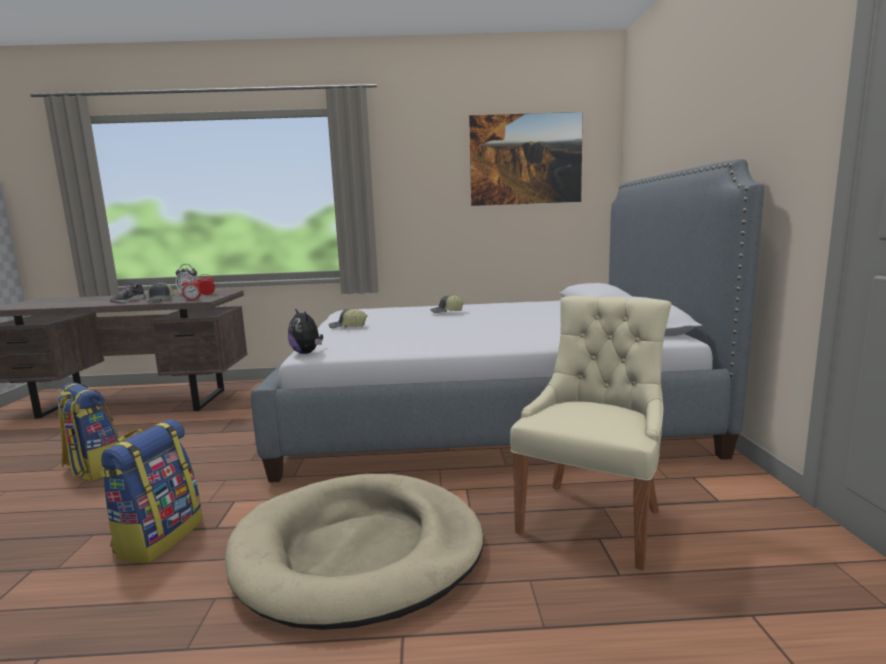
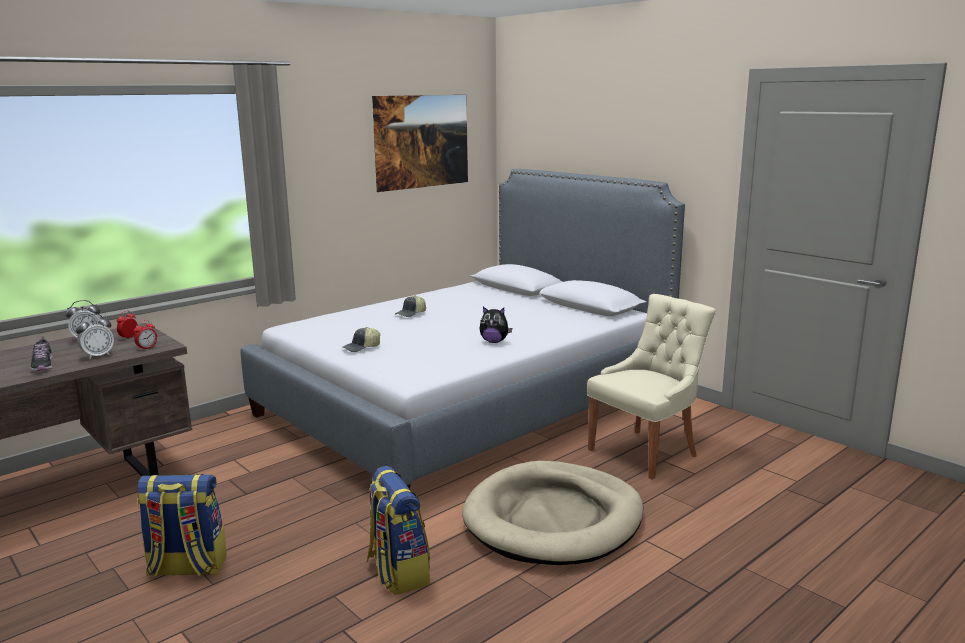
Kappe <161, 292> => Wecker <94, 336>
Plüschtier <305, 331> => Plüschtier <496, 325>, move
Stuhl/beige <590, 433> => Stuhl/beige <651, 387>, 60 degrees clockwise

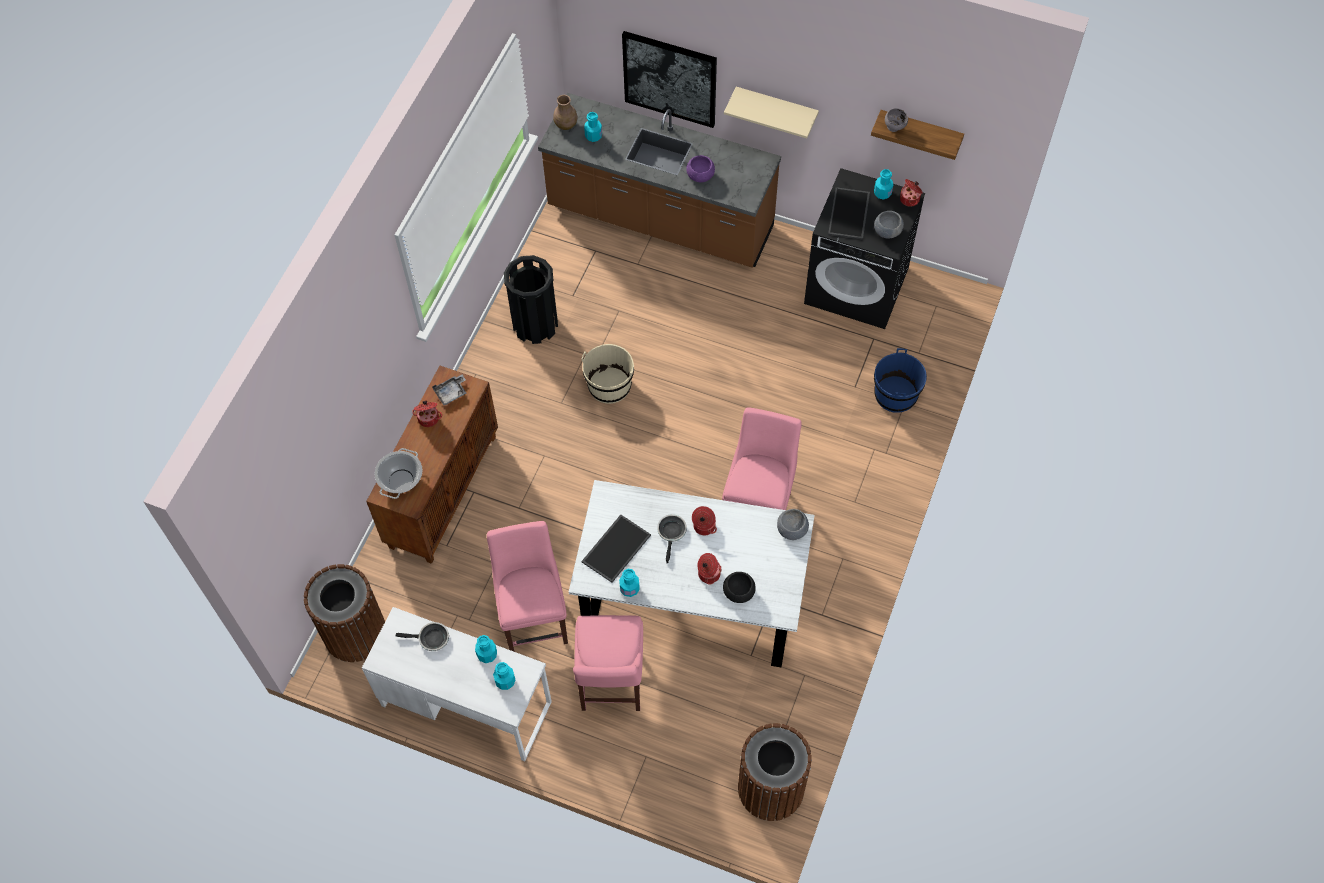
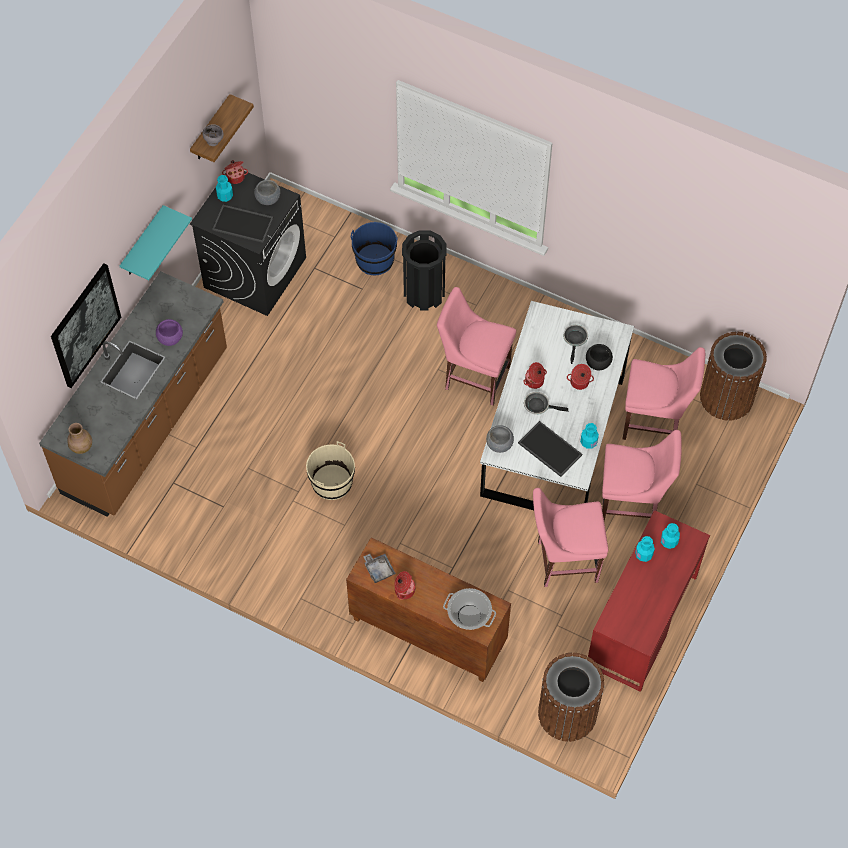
Schreibtisch/weiß <457, 684> => Schreibtisch/rot <649, 601>
Pfanne <422, 636> => Pfanne <575, 344>, move
Mülleimer/schwarz <531, 299> => Mülleimer/schwarz <424, 271>, move
Flasche/türkis <593, 127> => nothing
Wandregal/beige <771, 112> => Wandregal/türkis <156, 242>
Schüssel/grau <793, 524> => Schüssel/grau <500, 439>, move
nothing => Stuhl/rosa <664, 393>

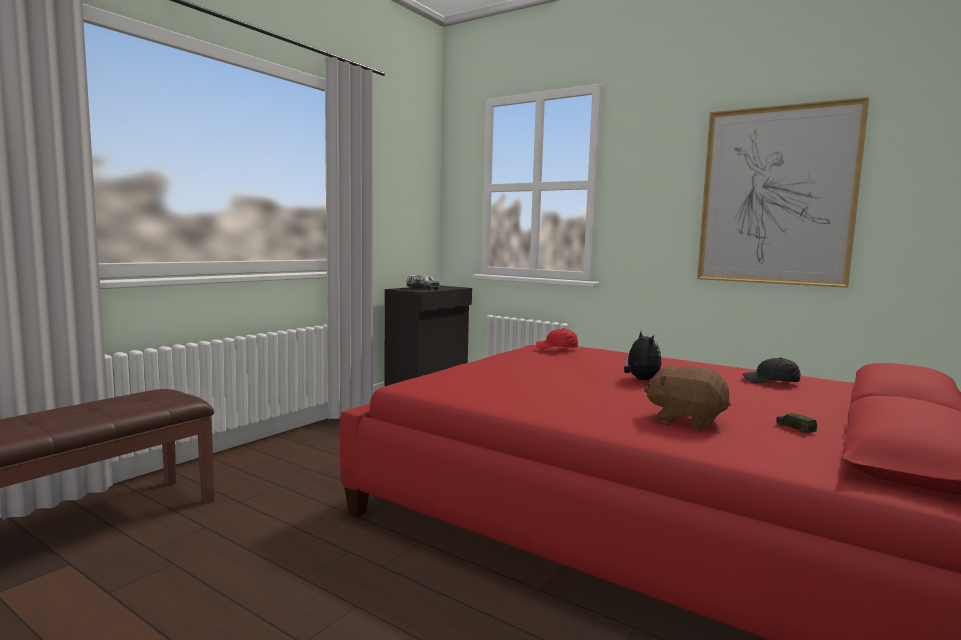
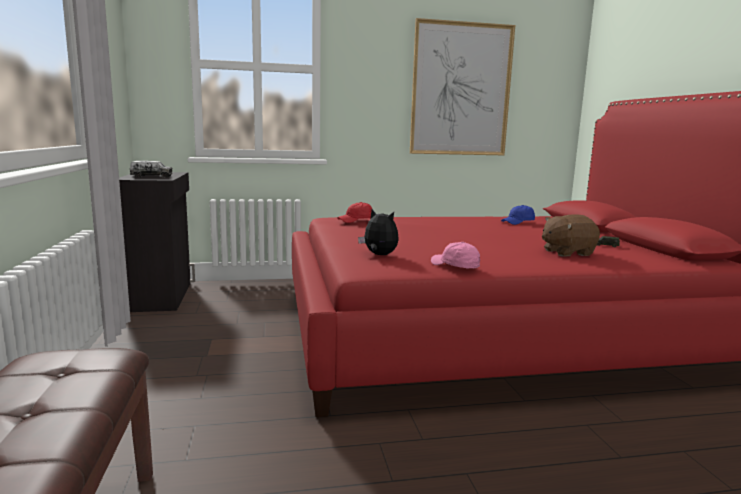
Plüschtier <642, 356> => Plüschtier <378, 232>, move
Kappe/schwarz <771, 370> => Kappe/blau <518, 215>
nothing => Kappe/rosa <455, 255>

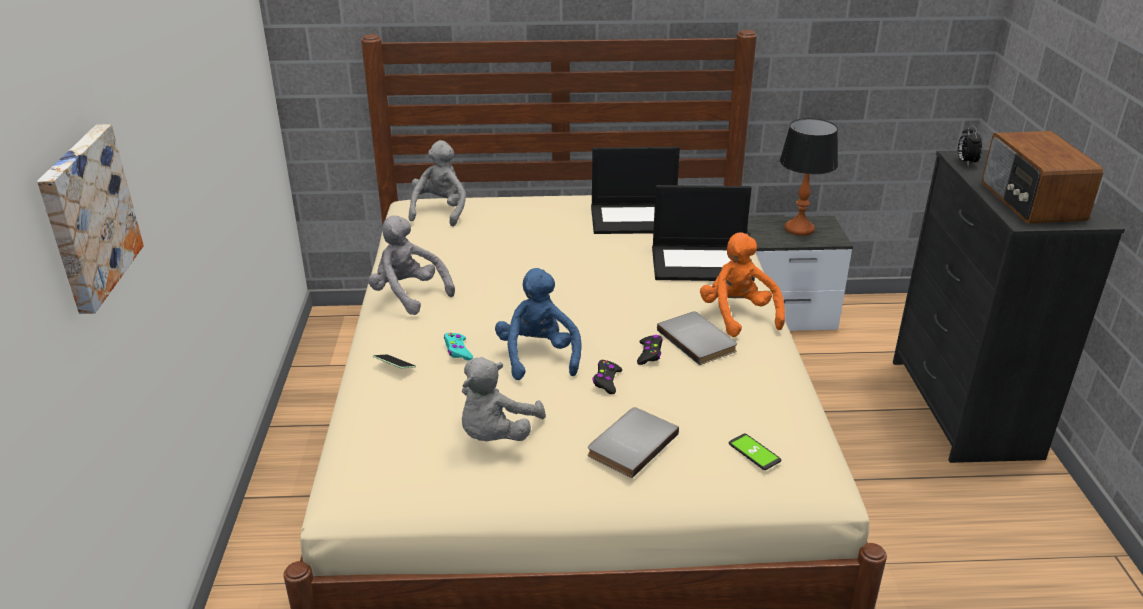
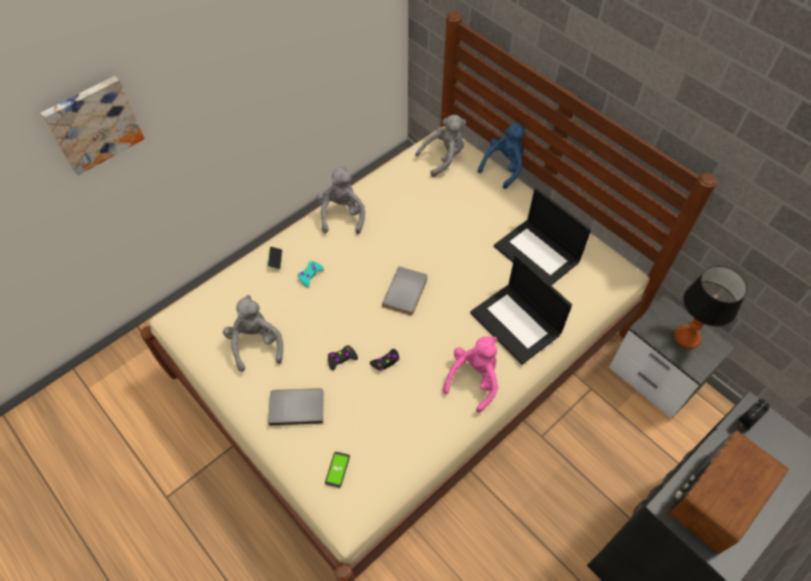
Plüschtier/grau <504, 399> => Plüschtier/grau <253, 333>, 90 degrees clockwise
Plüschtier/blau <538, 324> => Plüschtier/blau <502, 156>, move
Buch/grau <697, 338> => Buch/grau <404, 291>, move
Plüschtier/orange <742, 284> => Plüschtier/rosa <470, 374>

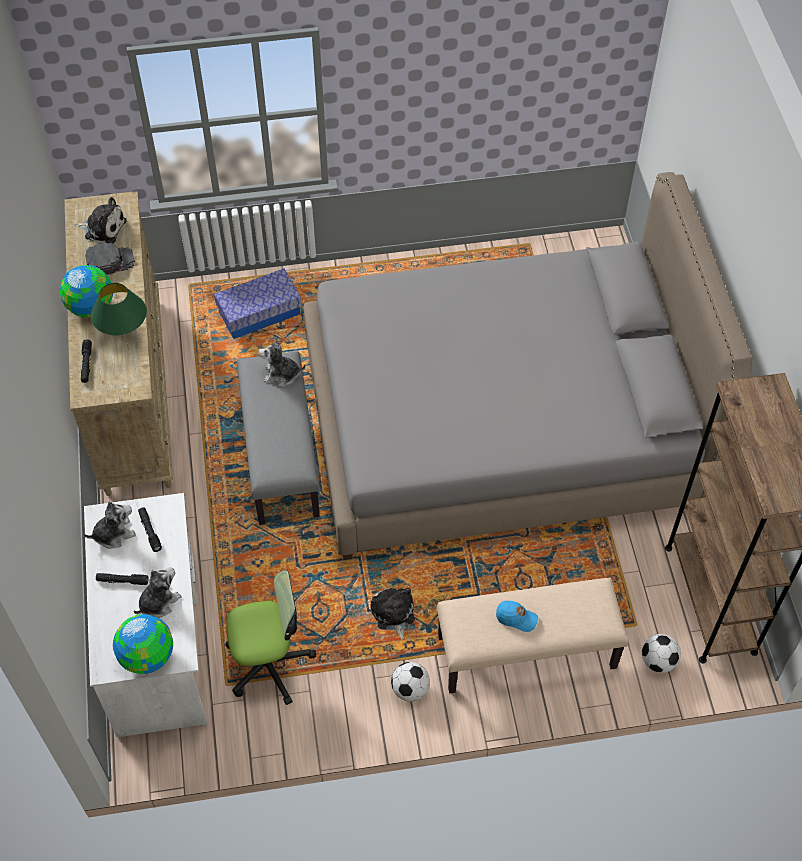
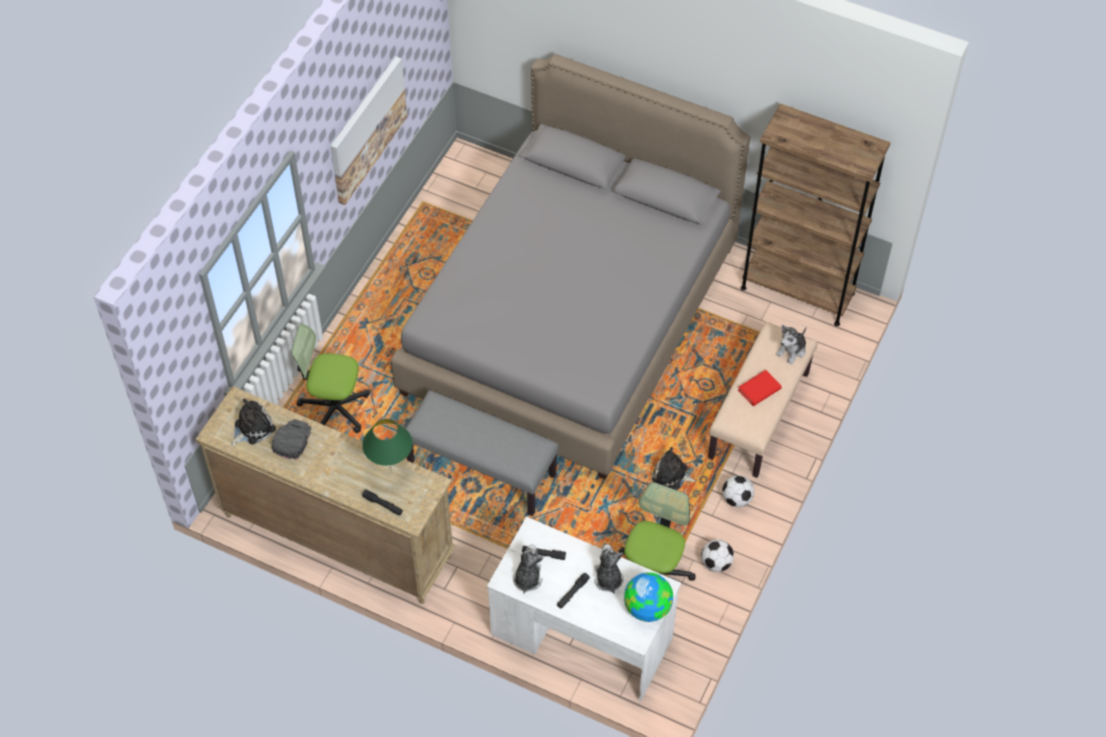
Globus <86, 291> => nothing
Aufbewahrungsbox <258, 304> => Bürostuhl <330, 378>
Plüschtier <282, 362> => Plüschtier <791, 344>, move
Kappe/blau <517, 616> => Buch/rot <760, 388>
Fußball <661, 653> => Fußball <717, 555>, move
nothing => Bild <368, 130>

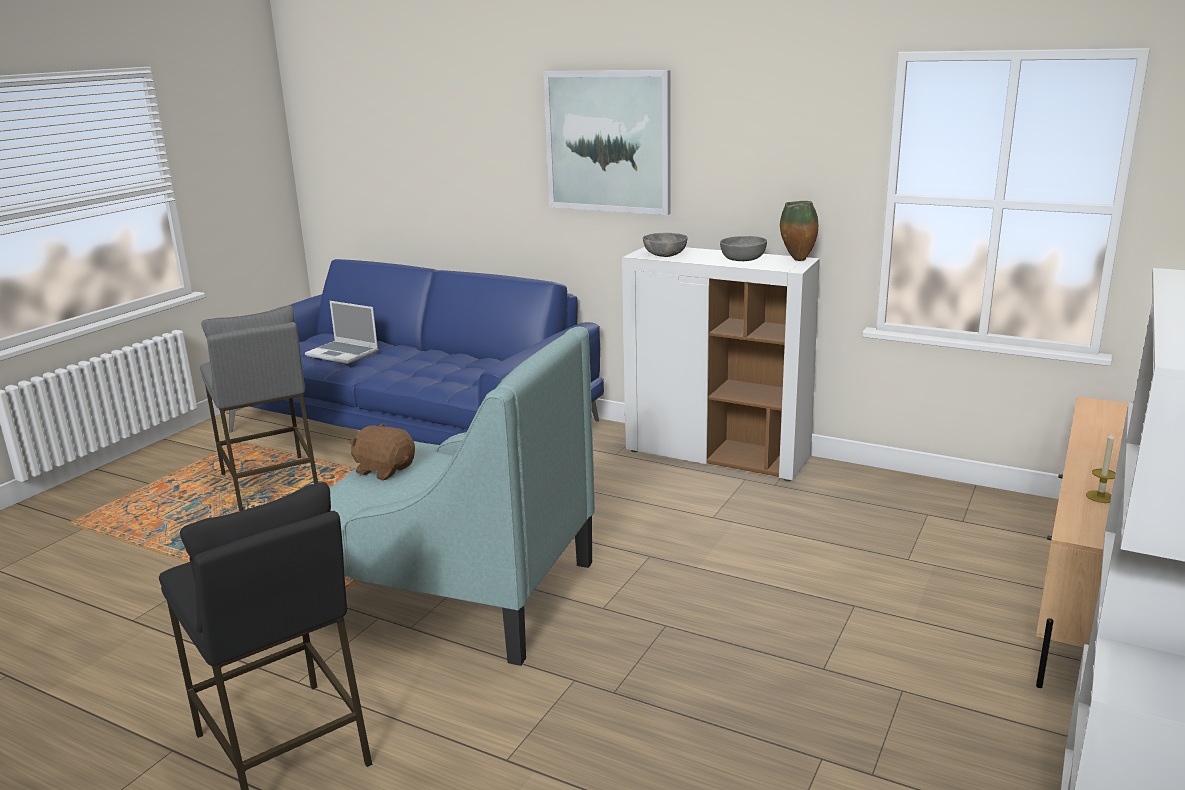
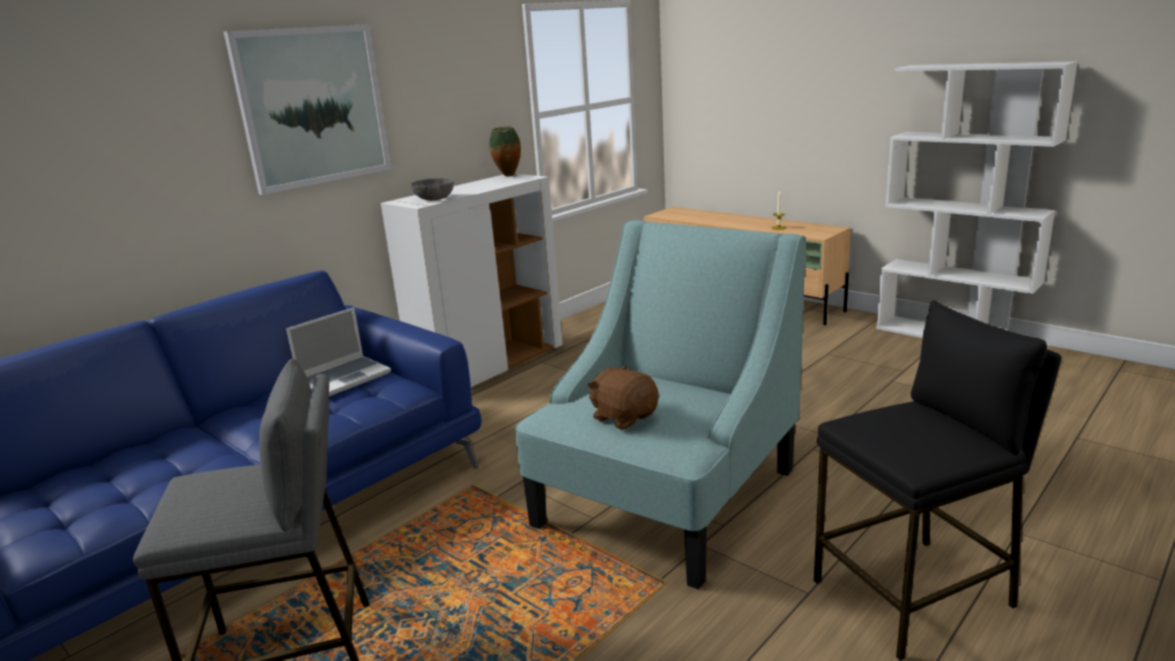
Laptop <341, 332> => Laptop <338, 351>, move
Plüschtier/braun <382, 452> => Plüschtier/braun <623, 397>, 90 degrees clockwise
Schüssel/grau <743, 248> => nothing

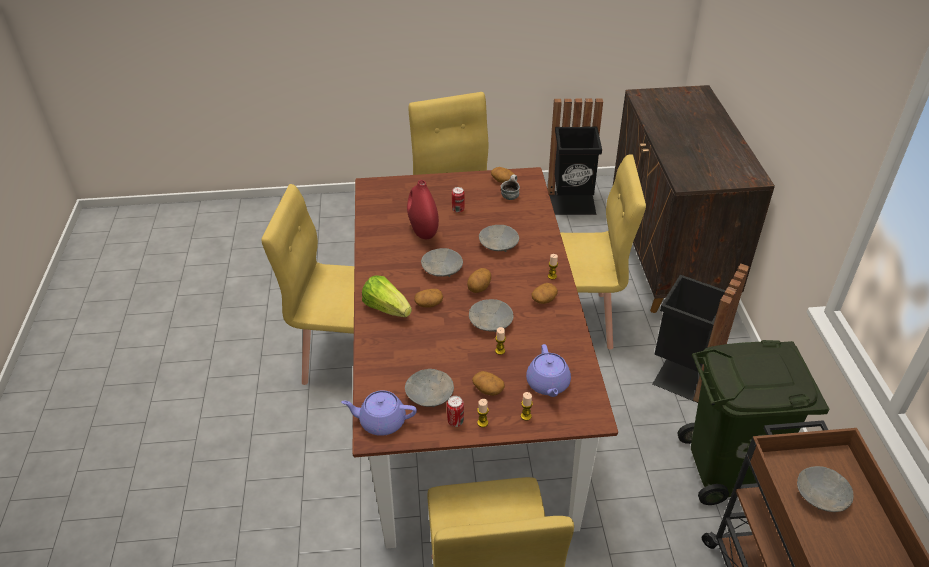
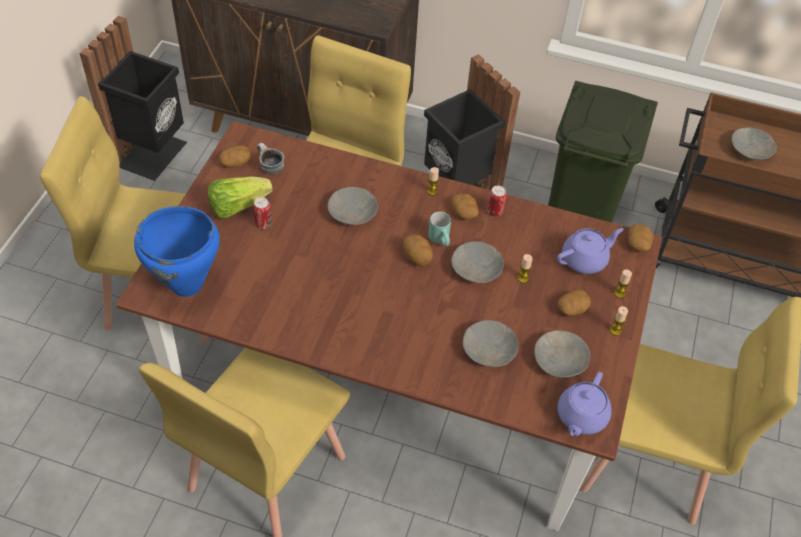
Salatkopf <387, 296> => Salatkopf <240, 197>, move
Vase/rot <423, 209> => nothing
Kartoffel <428, 298> => Kartoffel <640, 238>, move
Schüssel/grau <442, 262> => Schüssel/grau <490, 343>, move
Dose <455, 411> => Dose <497, 201>, move
Teekanne/lila <548, 370> => Teekanne/lila <590, 251>, 45 degrees counterclockwise
nothing => Kochtopf/blau <177, 251>
nothing => Henkelbecher/türkis <439, 229>

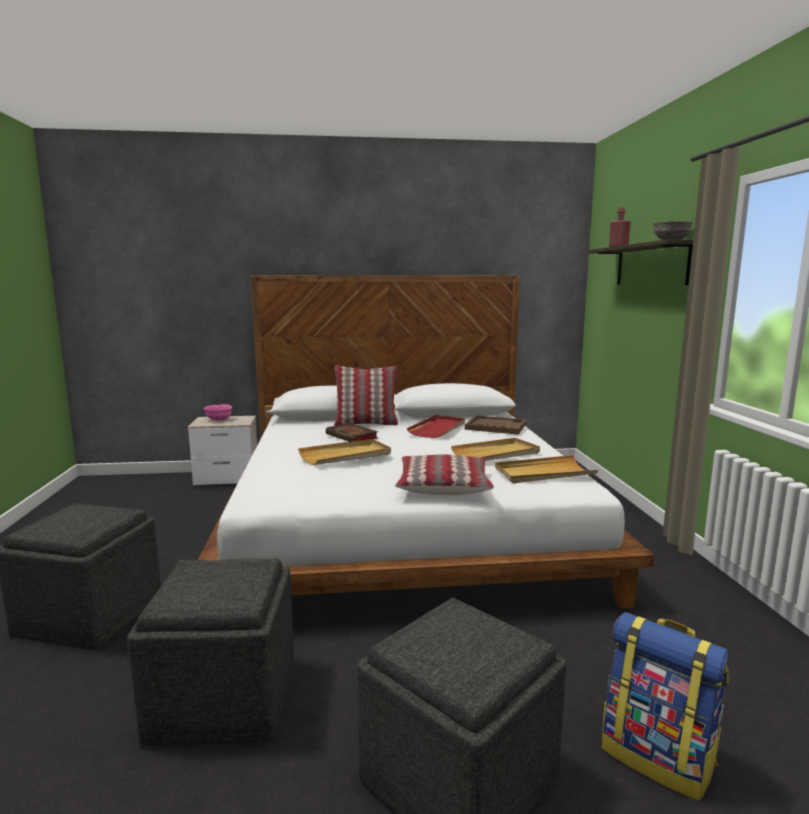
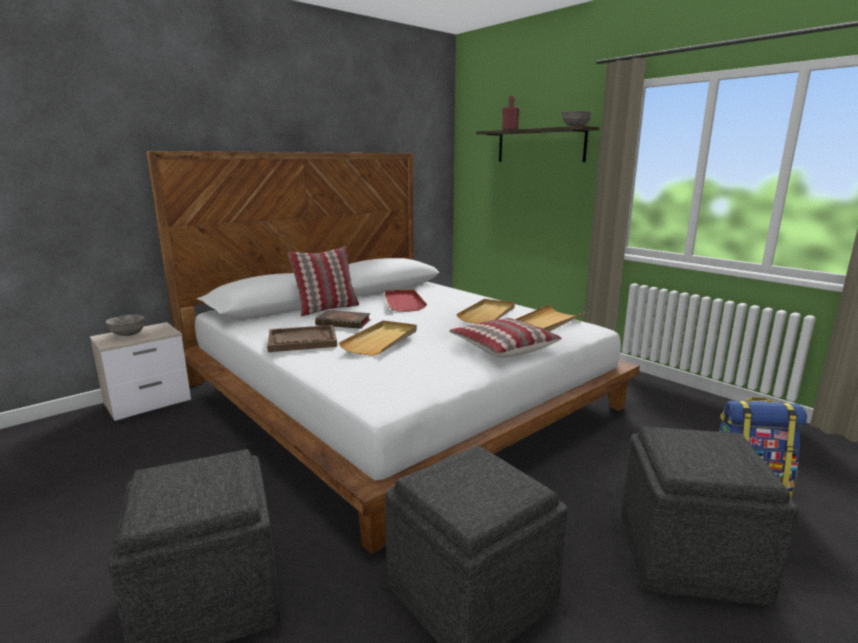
Schüssel/rosa <218, 412> => Schüssel/grau <125, 325>
Tablett/braun <495, 425> => Tablett/braun <302, 338>, move

